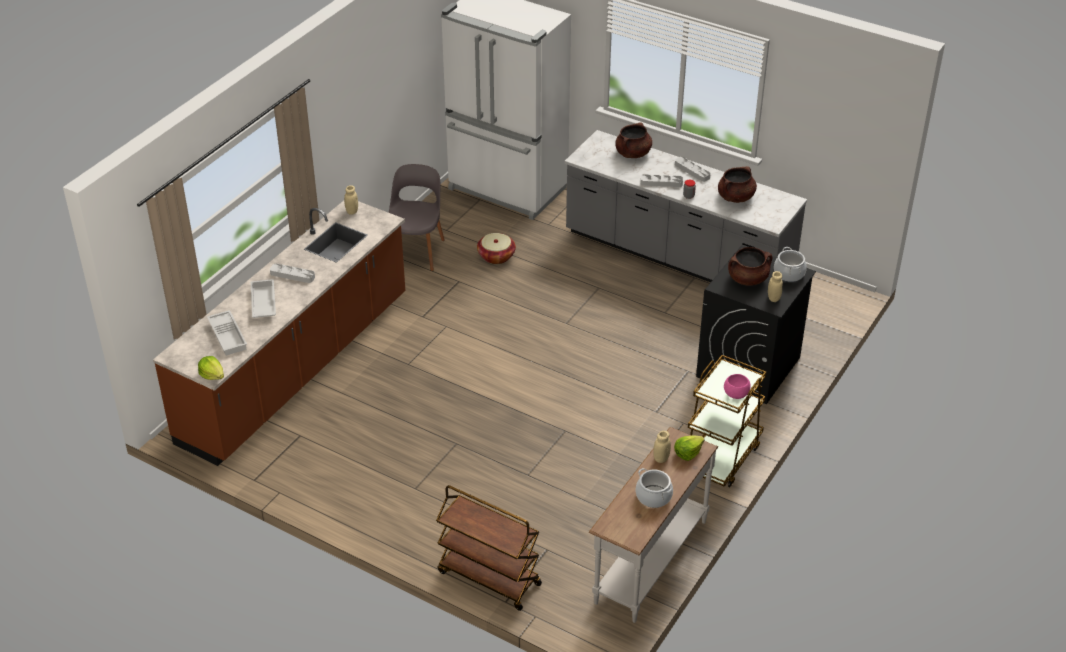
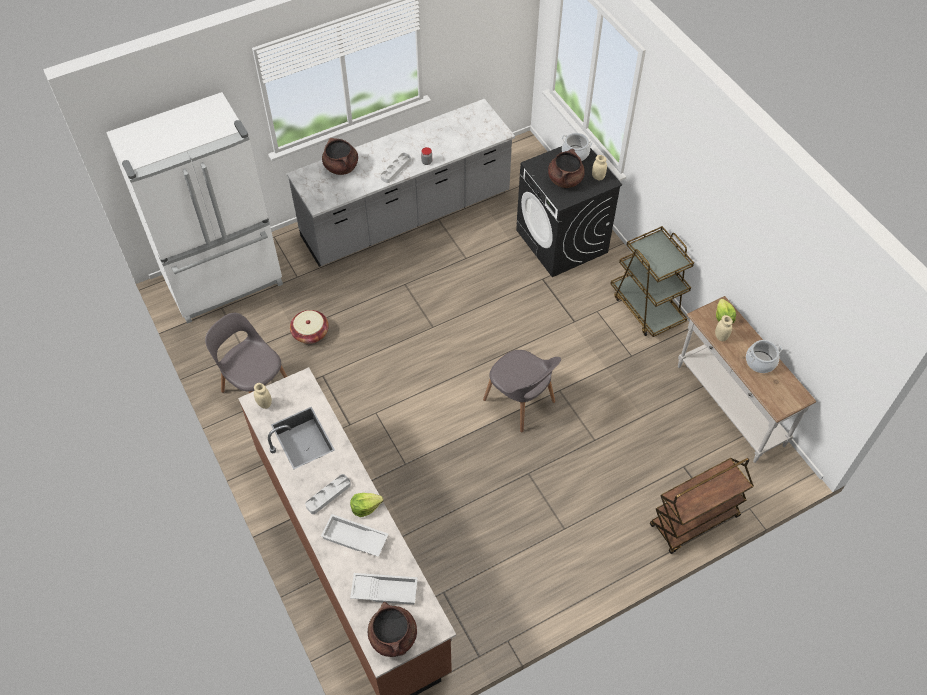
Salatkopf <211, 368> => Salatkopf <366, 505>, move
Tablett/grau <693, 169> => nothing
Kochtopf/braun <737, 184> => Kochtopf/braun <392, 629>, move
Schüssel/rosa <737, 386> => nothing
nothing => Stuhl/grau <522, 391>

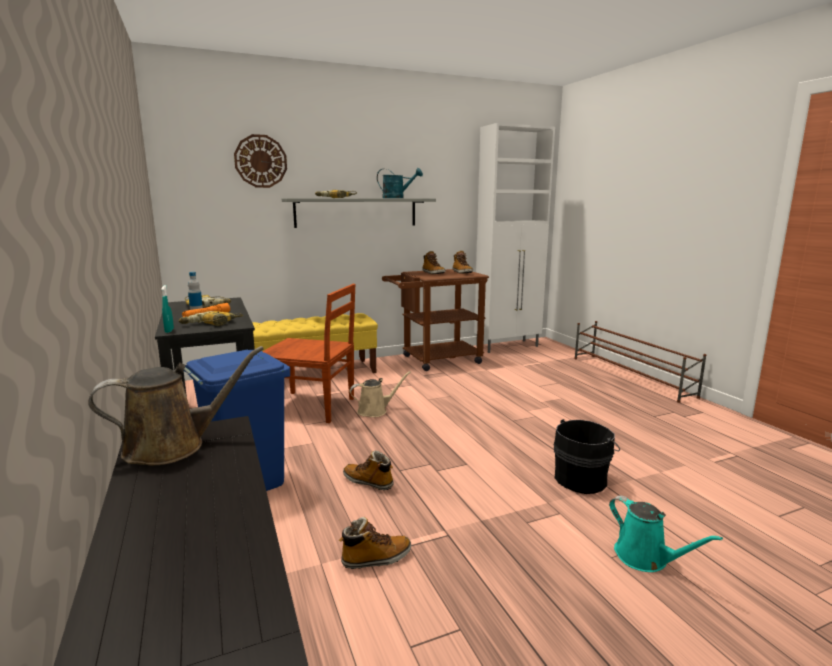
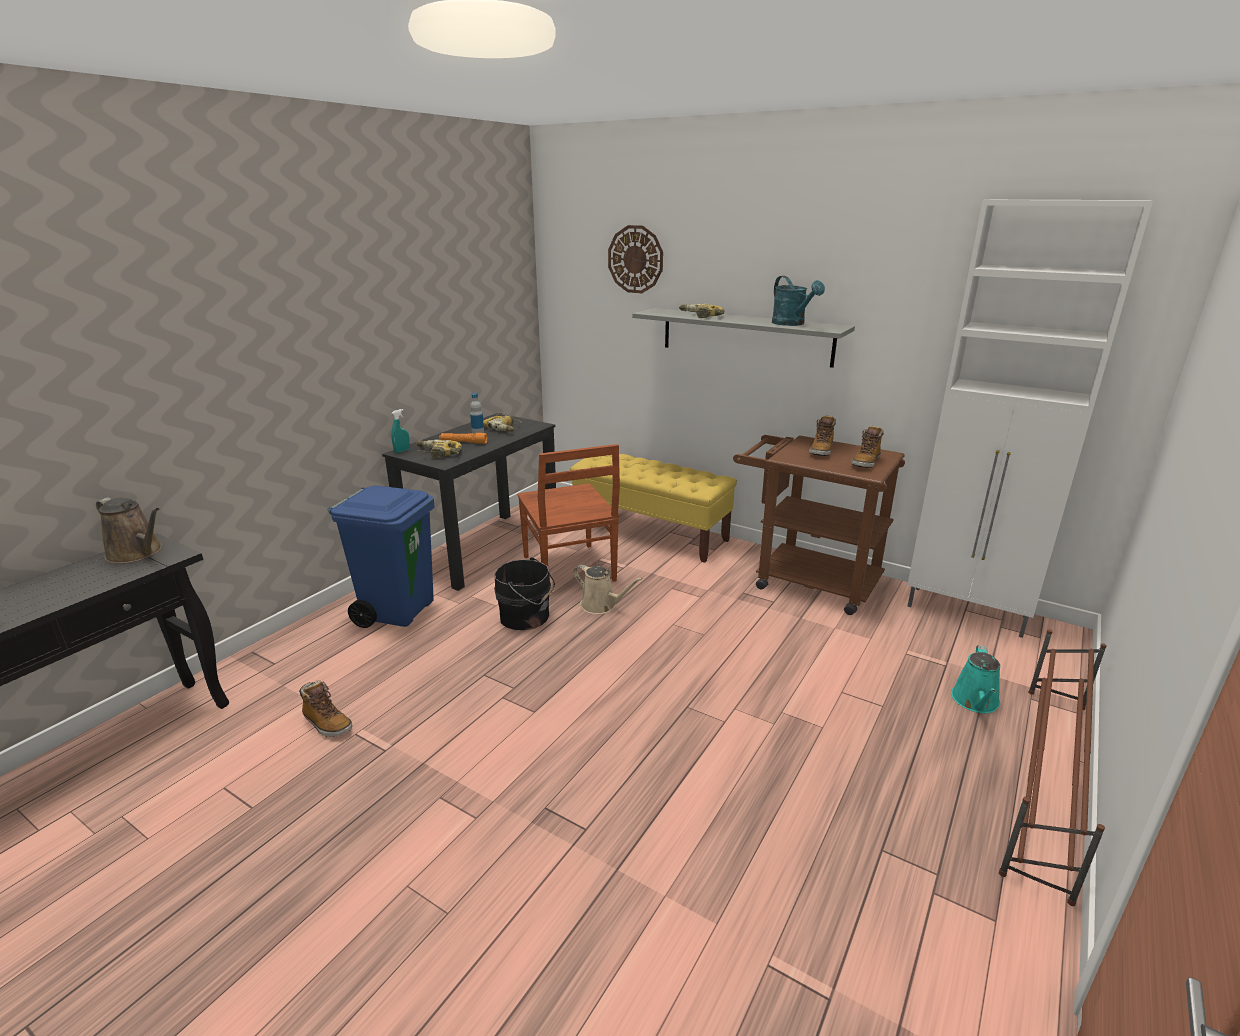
Stiefel <368, 470> => nothing
Eimer/schwarz <587, 456> => Eimer/schwarz <524, 593>, move
Gießkanne/türkis <666, 533> => Gießkanne/türkis <975, 679>, move

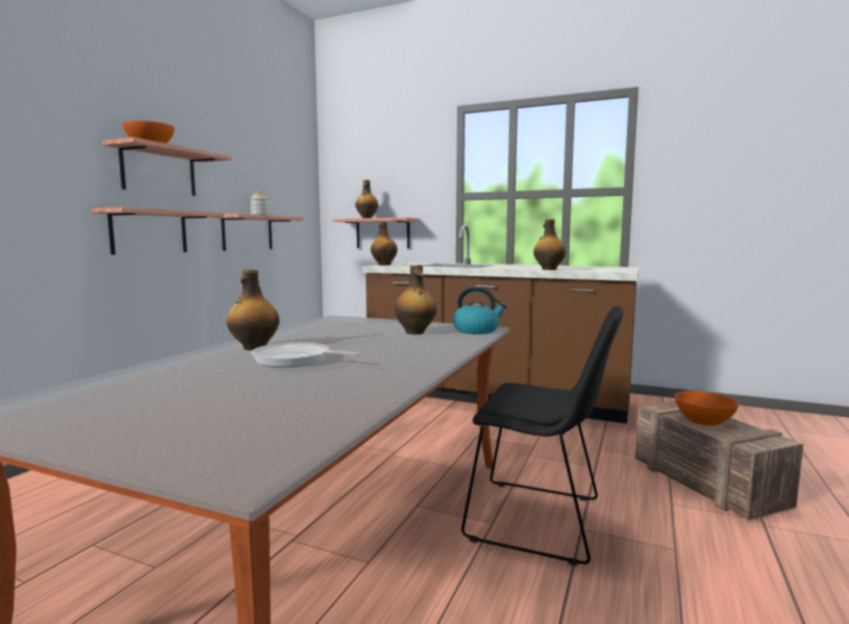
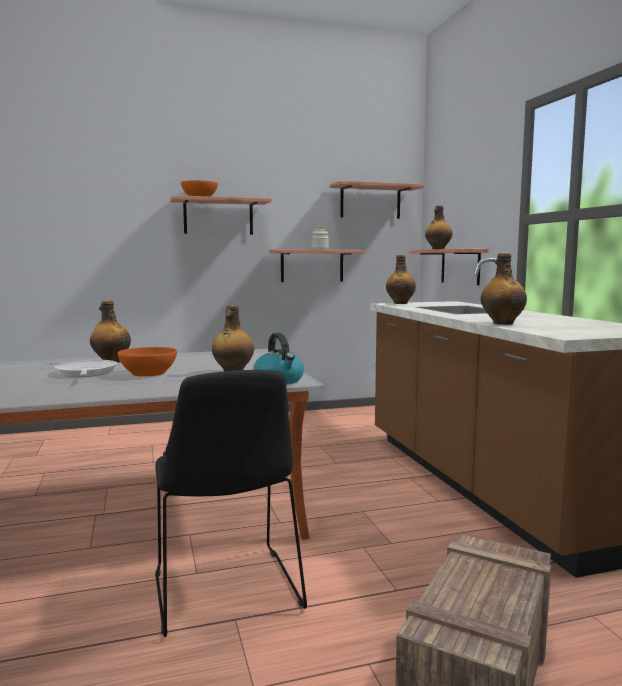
Wandregal <157, 231> => Wandregal <377, 200>, move
Schüssel/orange <707, 408> => Schüssel/orange <147, 362>, move

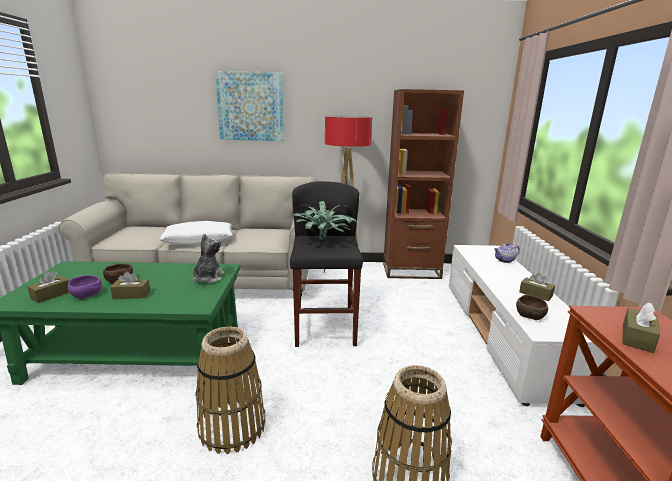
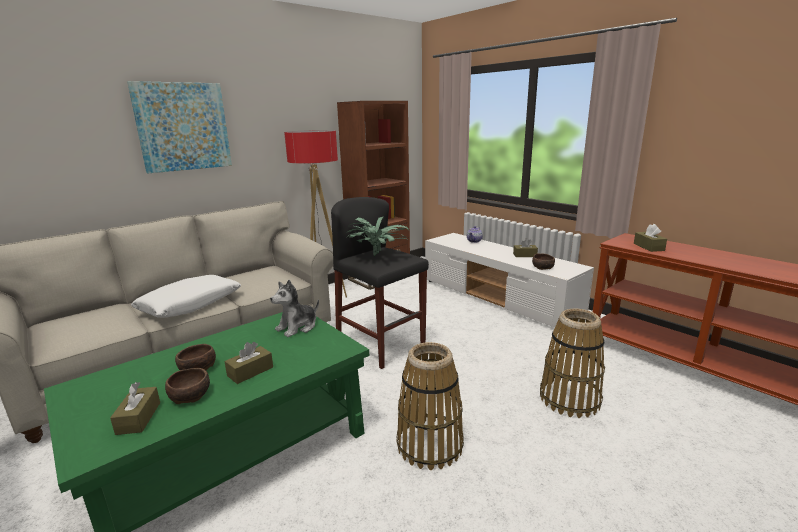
Schüssel/lila <84, 287> => Schüssel/braun <187, 386>
Plüschtier <209, 258> => Plüschtier <294, 308>, 105 degrees counterclockwise

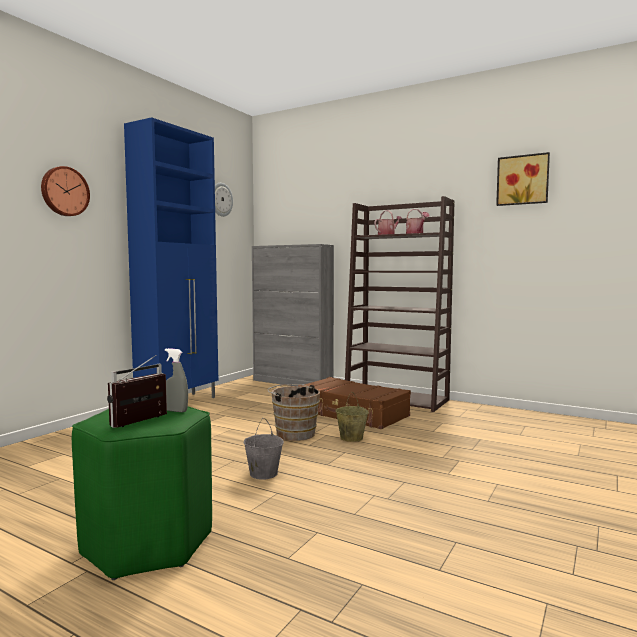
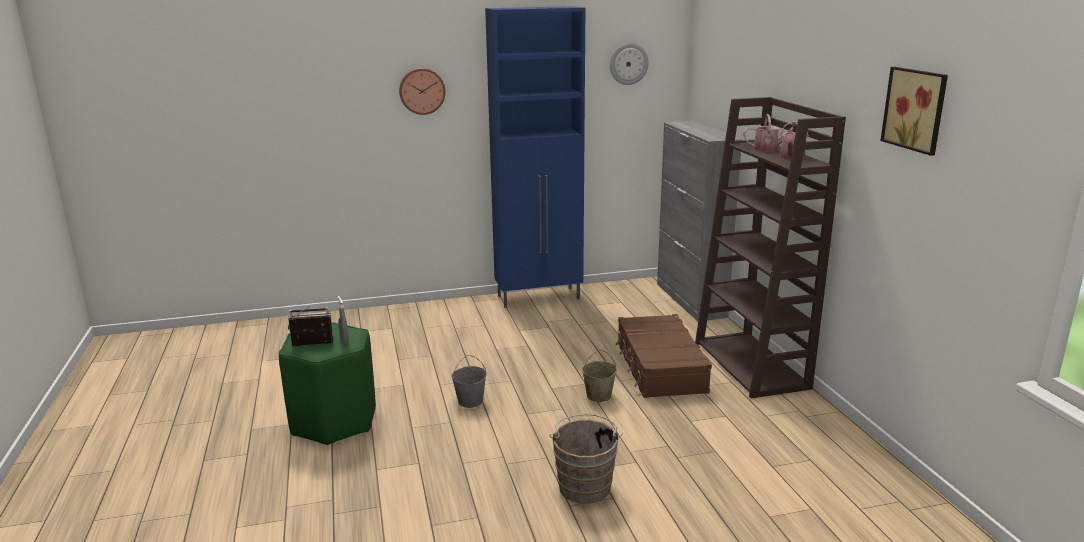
Eimer/braun <294, 412> => Eimer/braun <586, 459>, move

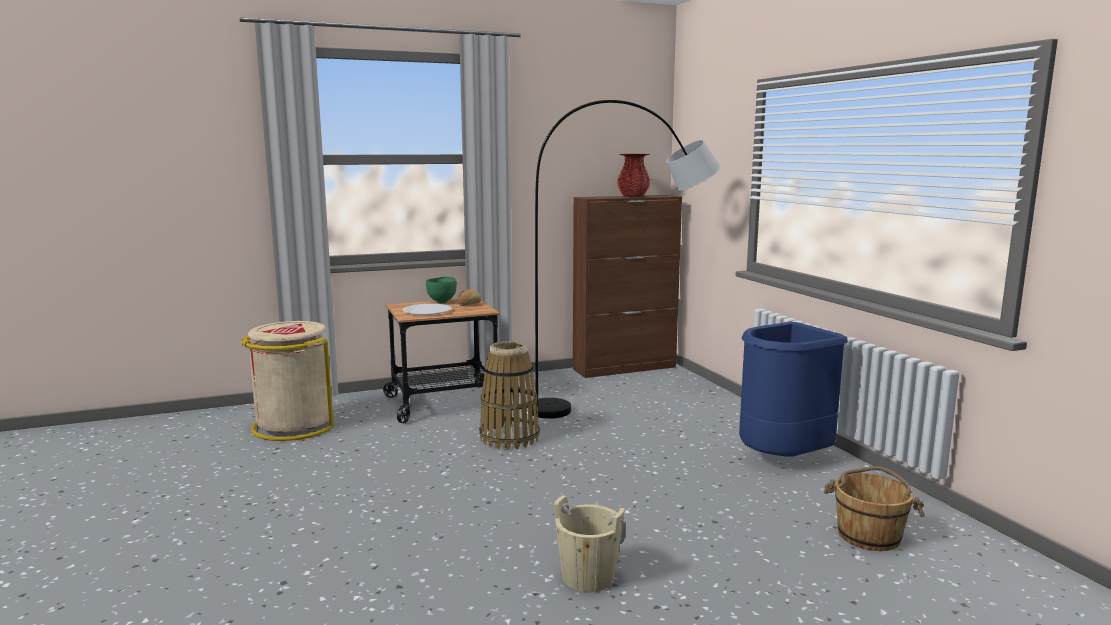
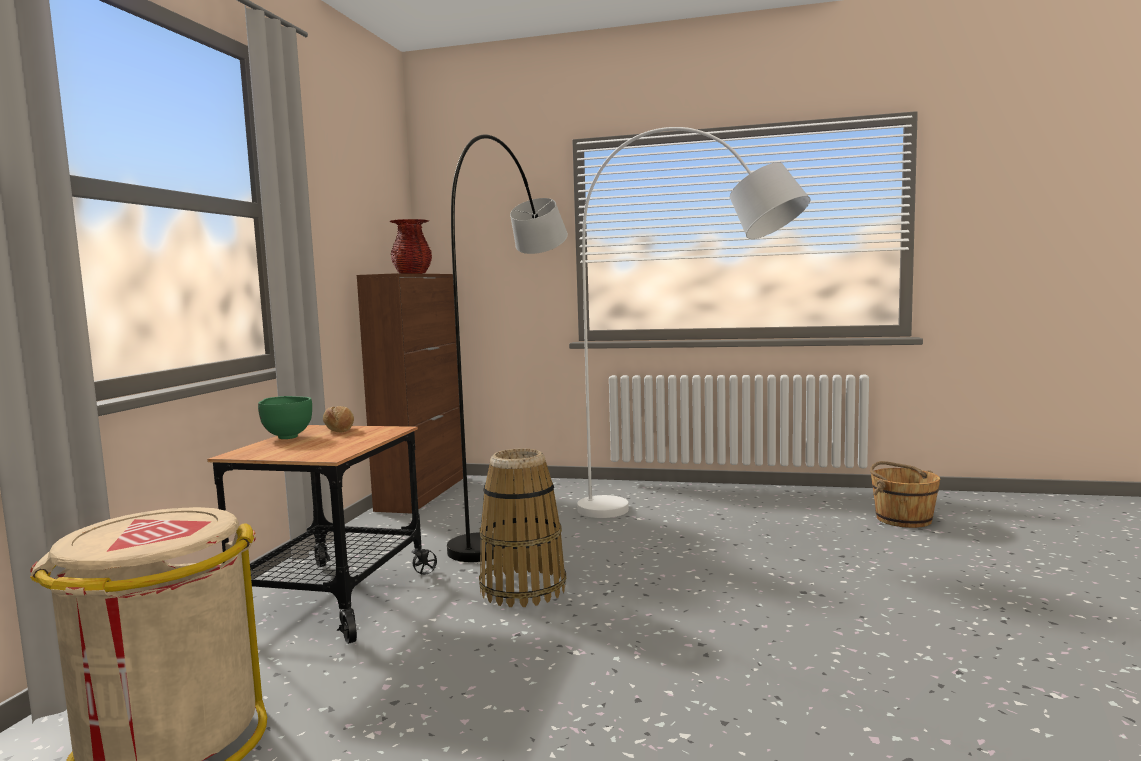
Teller/weiß <427, 309> => nothing
Eimer/beige <590, 543> => nothing
Mülleimer/blau <793, 389> => nothing
nothing => Stehlampe/weiß <694, 322>

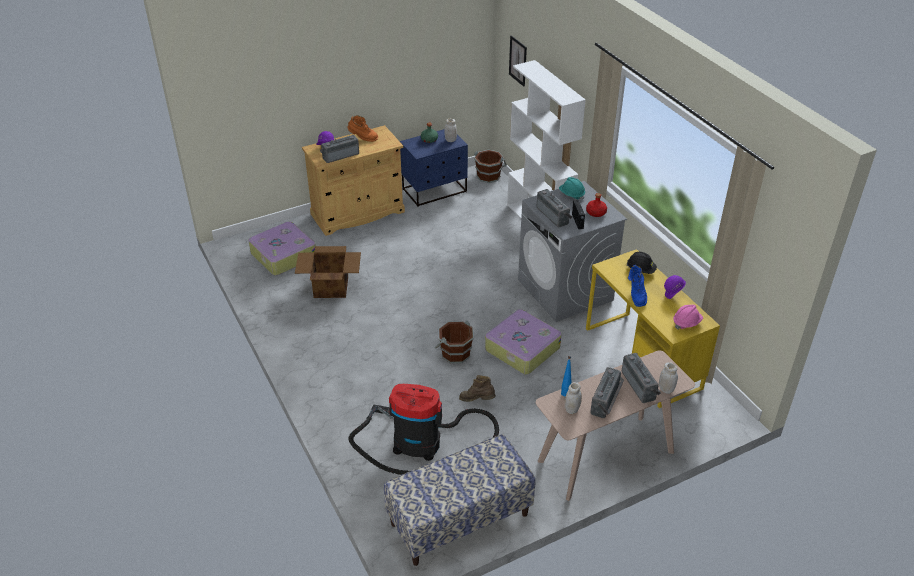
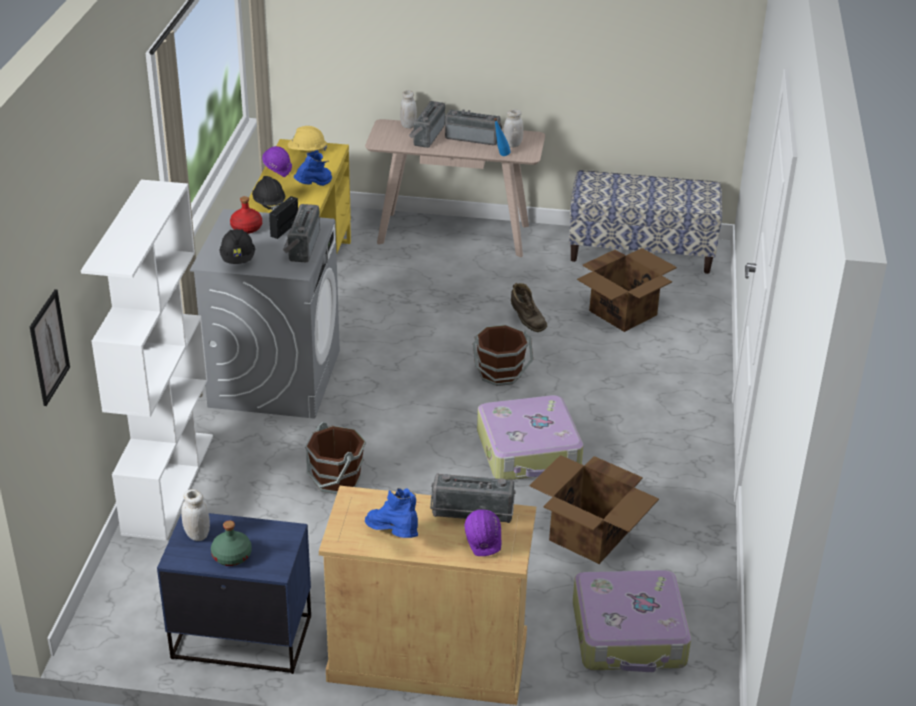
Stiefel/orange <363, 128> => Stiefel/blau <391, 513>
Staubsauger <423, 429> => Karton <627, 290>
Eimer/braun <490, 166> => Eimer/braun <335, 458>, move
Koffer <523, 342> => Koffer <530, 437>, move
Schutzhelm/türkis <572, 188> => Schutzhelm/schwarz <237, 246>
Radio <607, 392> => Radio <473, 127>, 45 degrees clockwise
Schutzhelm/rosa <688, 317> => Schutzhelm/gelb <307, 138>

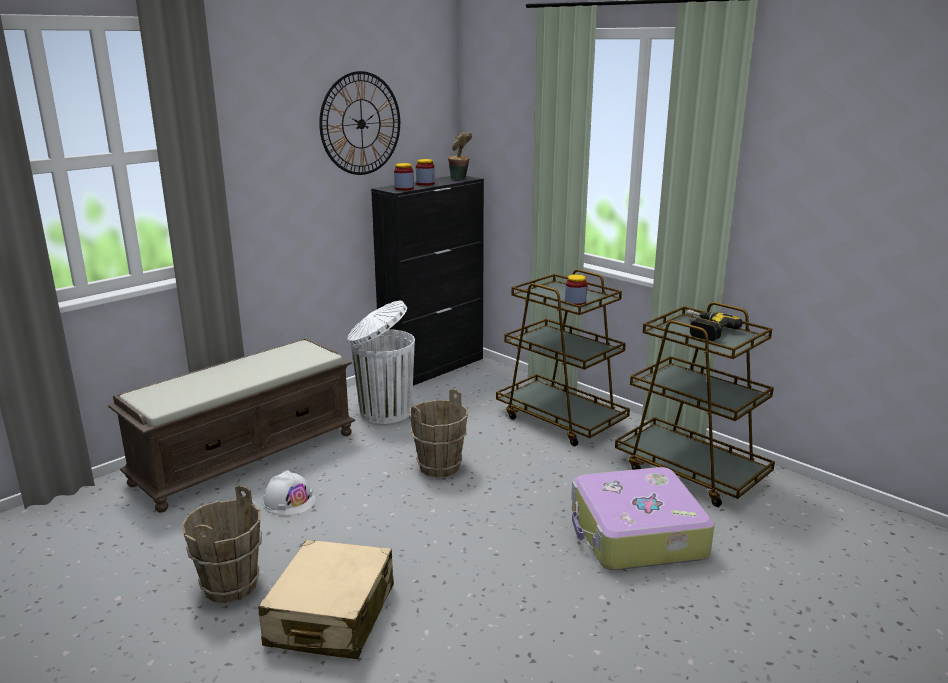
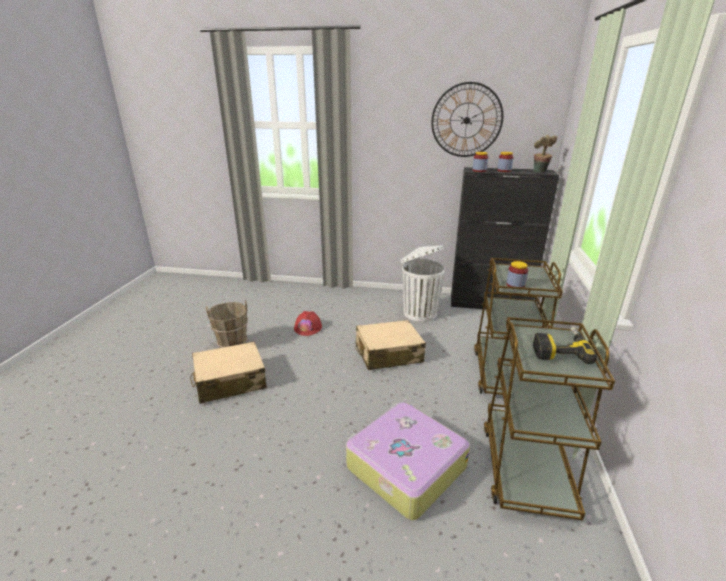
Bank/braun <231, 425> => nothing
Schutzhelm/weiß <289, 493> => Schutzhelm/rot <308, 323>
Eimer/braun <438, 433> => Koffer/beige <390, 345>

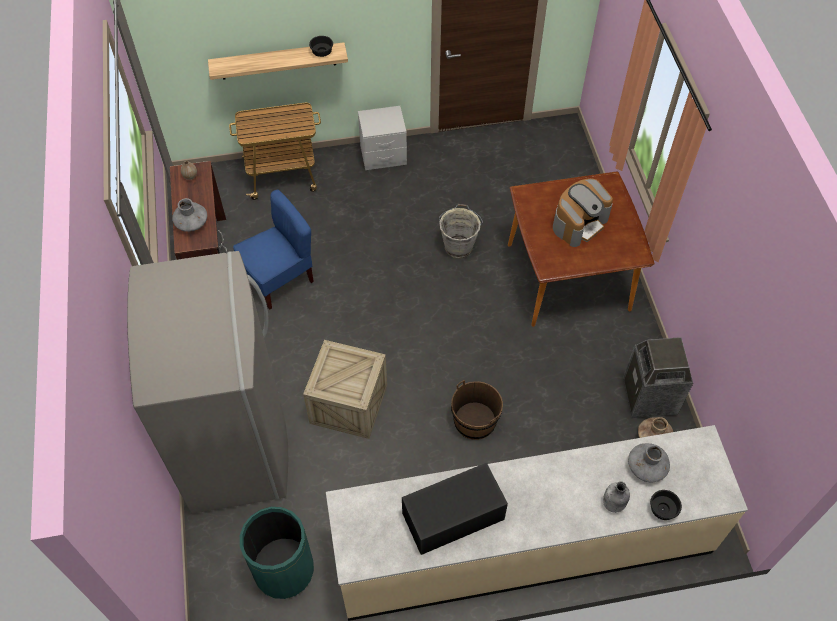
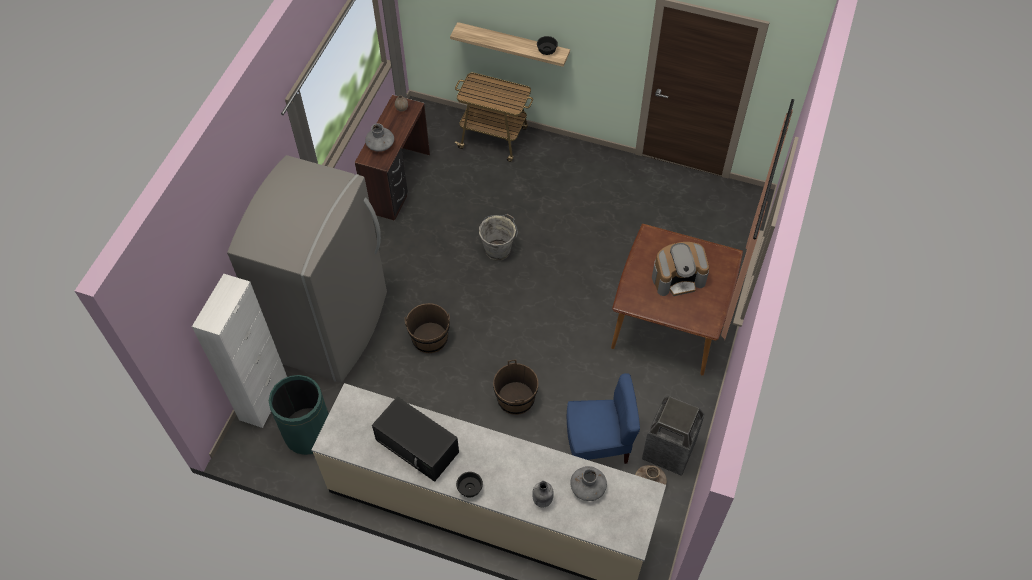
Stuhl/blau <273, 249> => Stuhl/blau <603, 418>, move
Kiste <345, 389> => Eimer/braun <427, 328>
Nachttisch/grau <382, 138> => nothing
Mikrowelle/schwarz <455, 509> => Mikrowelle/schwarz <415, 439>, 150 degrees counterclockwise
Eimer/grau <461, 231> => Eimer/grau <498, 237>, move
Schüssel/schwarz <666, 505> => Schüssel/schwarz <469, 485>, move
nothing => Schrank/weiß <239, 351>

